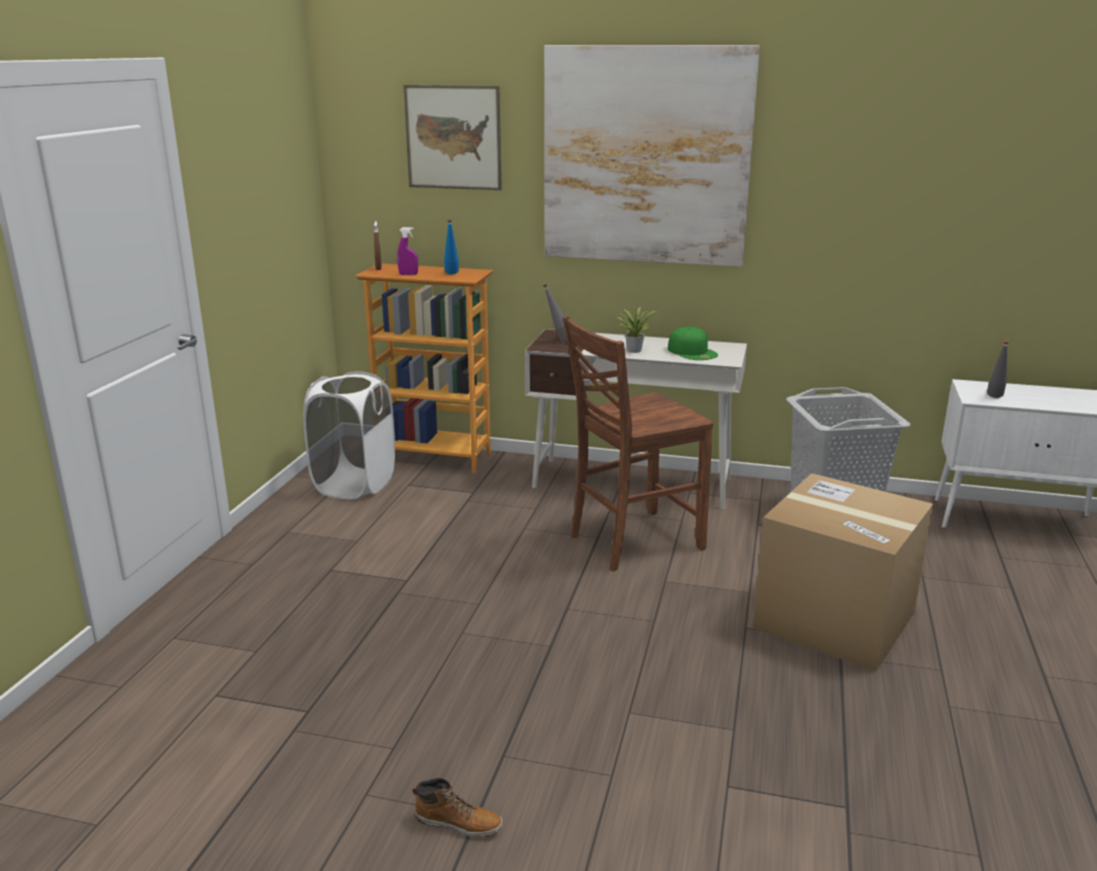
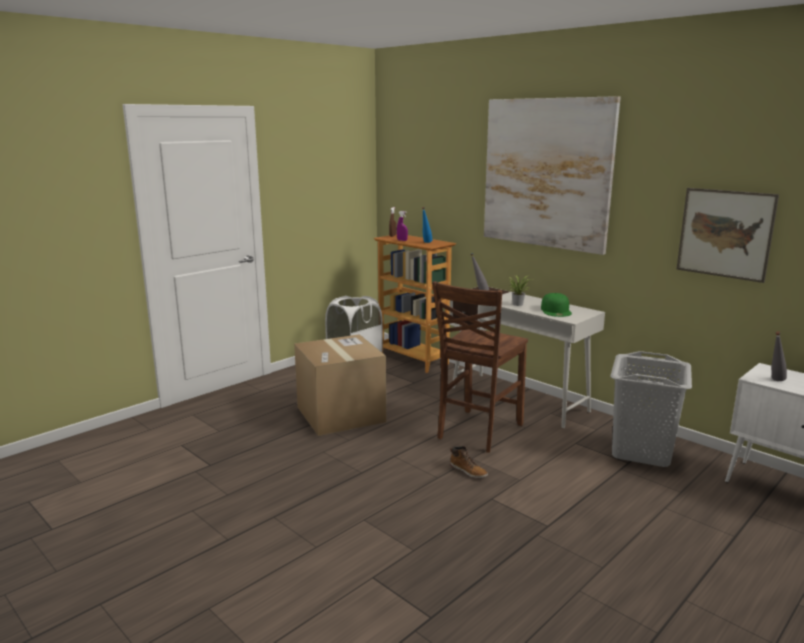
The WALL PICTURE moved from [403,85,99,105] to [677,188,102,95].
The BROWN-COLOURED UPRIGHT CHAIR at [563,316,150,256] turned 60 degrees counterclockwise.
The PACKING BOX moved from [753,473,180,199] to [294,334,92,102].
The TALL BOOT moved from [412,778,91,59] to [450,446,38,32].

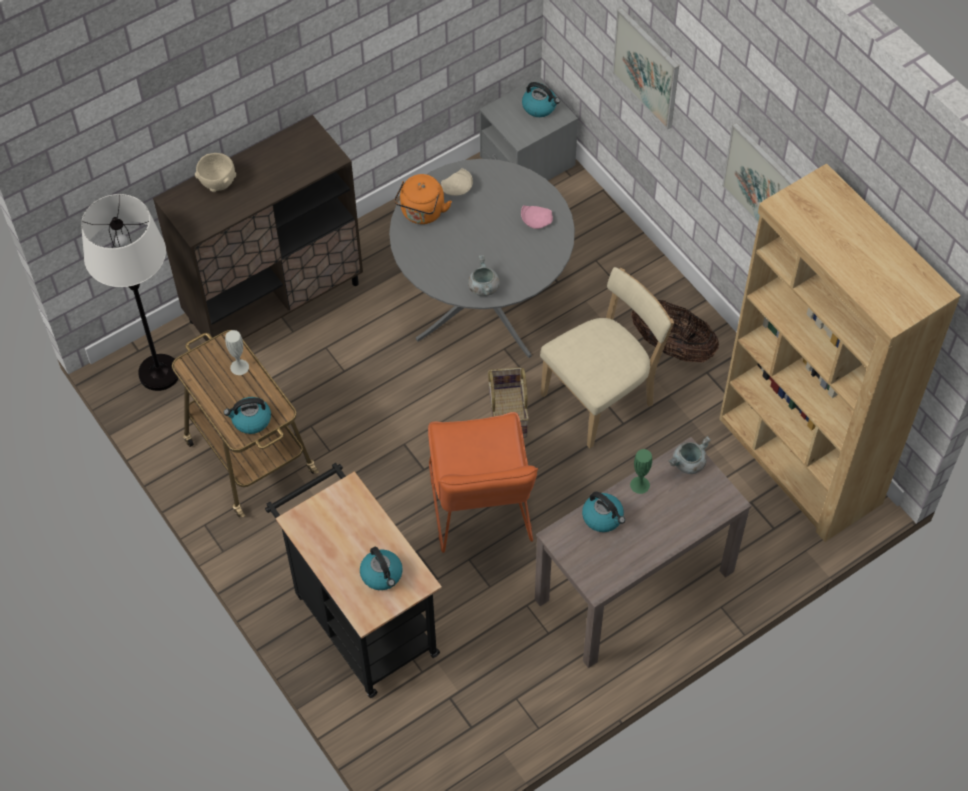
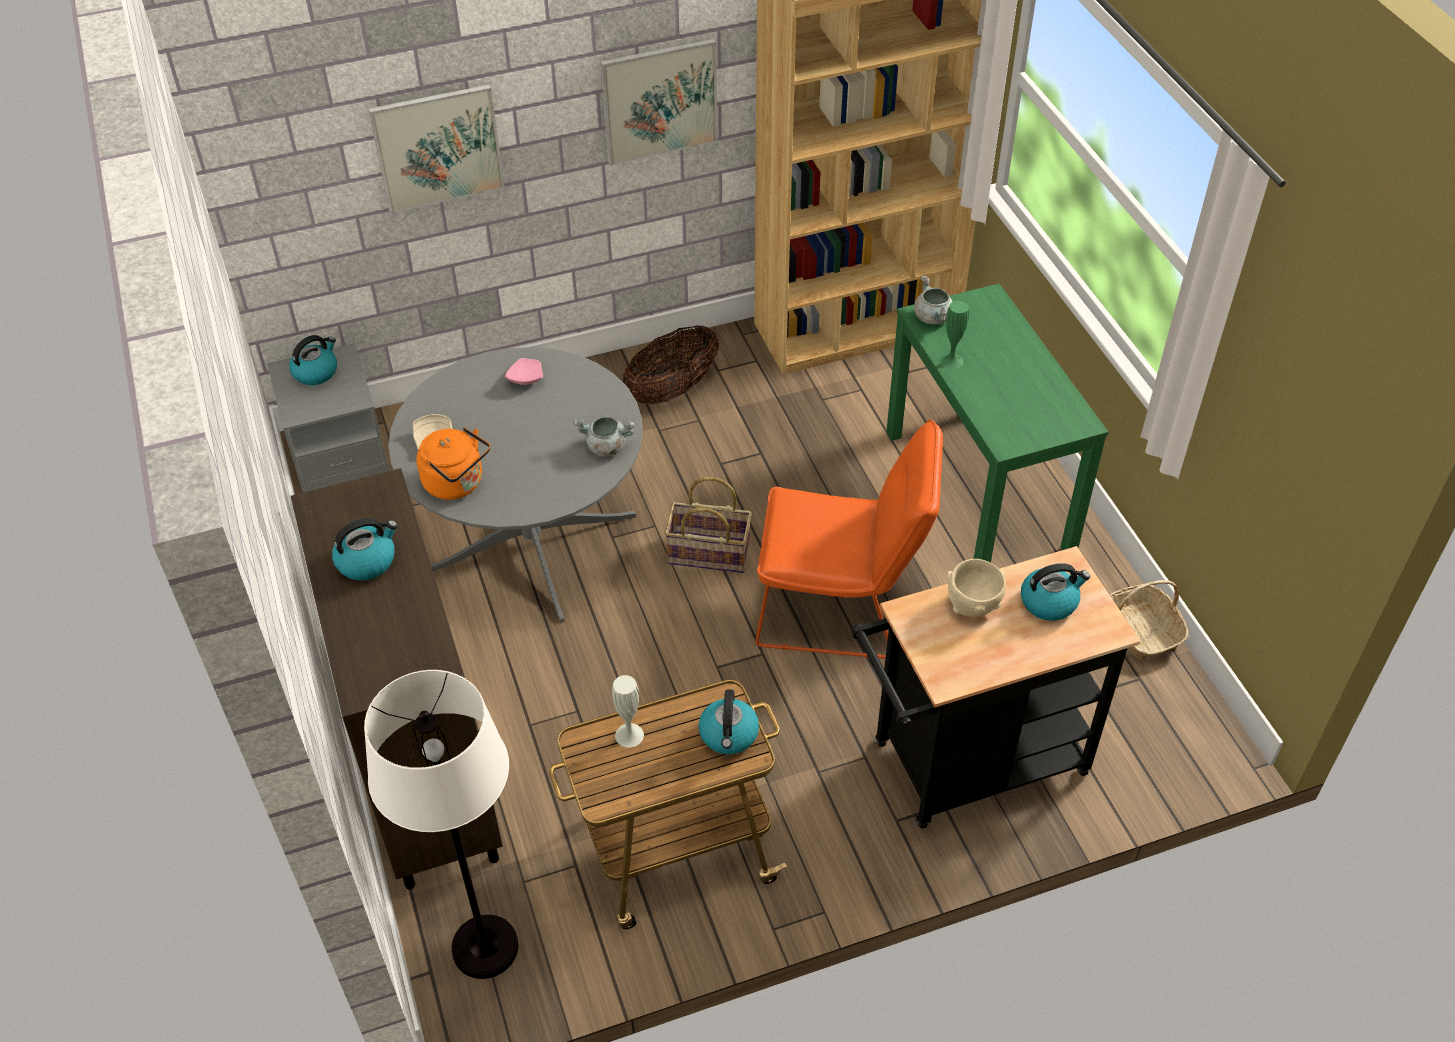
The BEIGE-COLOURED SERVING BOWL moved from [195,153,41,39] to [946,559,60,58].
The BEIGE-COLOURED UPRIGHT CHAIR at [540,267,134,181] disappeared.
The BROWN-COLOURED CONSOLE TABLE at [535,437,216,231] became the GREENISH CONSOLE TABLE at [886,284,222,279].
The TEA KETTLE moved from [582,492,43,40] to [332,518,66,63].
The STORAGE BASKET at [1110,580,79,80] appeared.

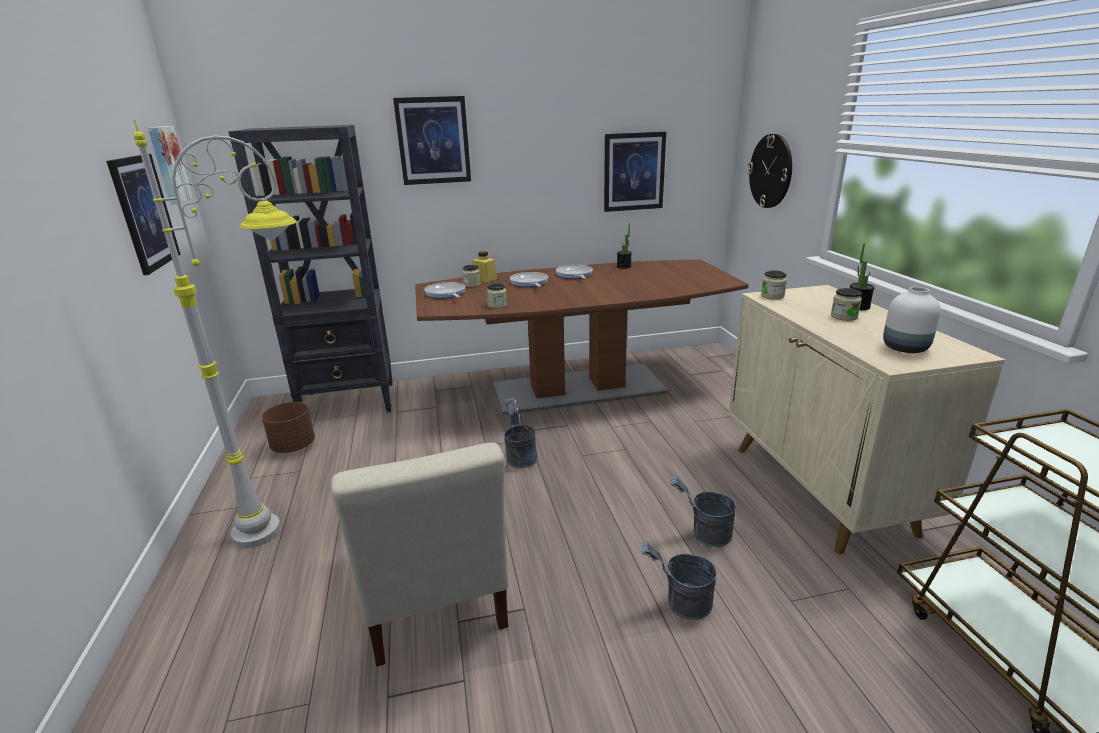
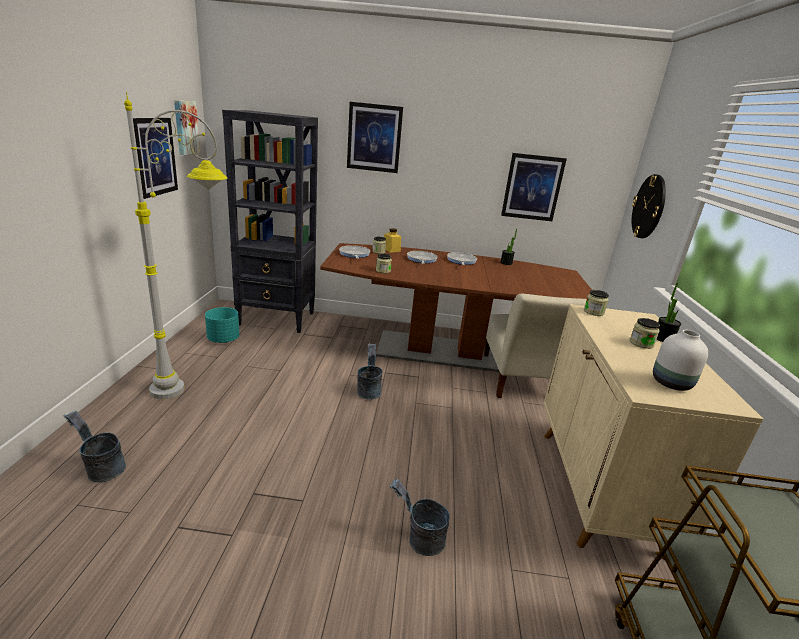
The BROWN-COLOURED PLANT POT at [262,402,53,51] became the BLUE-GREEN PLANT POT at [205,307,35,36].
The BEIGE-COLOURED UPRIGHT CHAIR moved from [331,443,177,223] to [484,294,103,104].
The GRAY PAIL moved from [671,476,65,71] to [63,411,63,71].

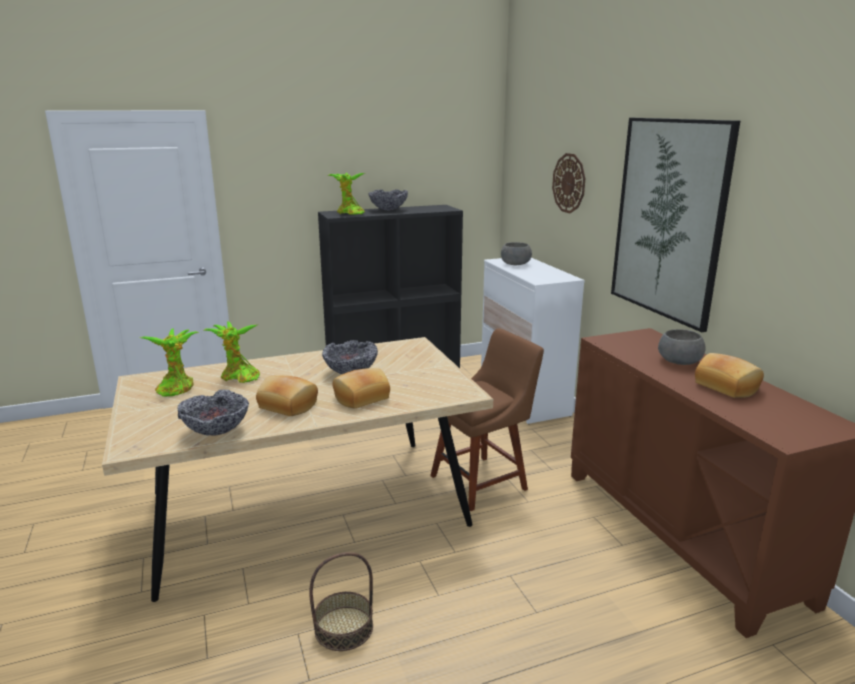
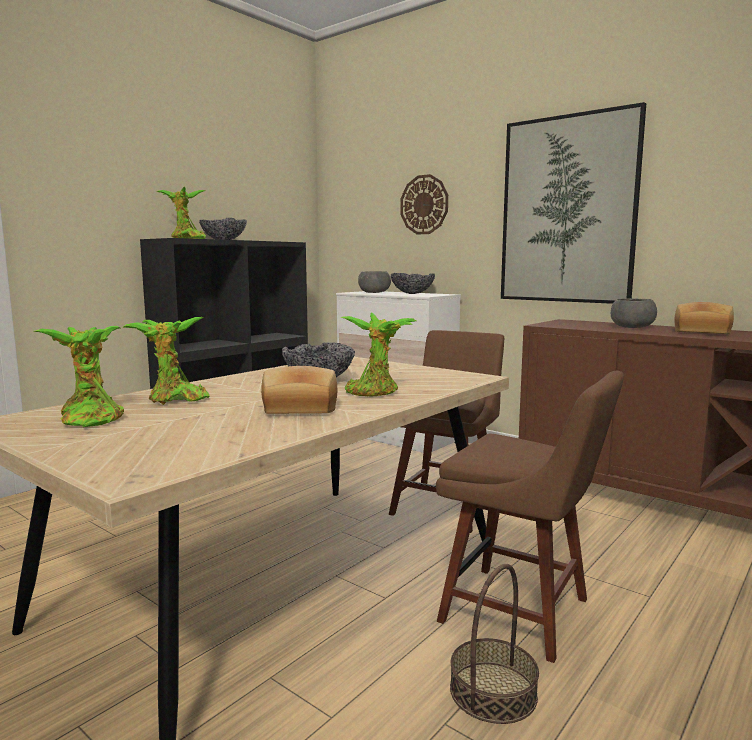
The BAKED BREAD at [333,368,57,40] was replaced by the HOUSEPLANT at [340,312,76,85].
The SERVING BOWL moved from [177,390,72,46] to [391,273,44,21].
The BROWN-COLOURED UPRIGHT CHAIR at [436,371,188,292] appeared.

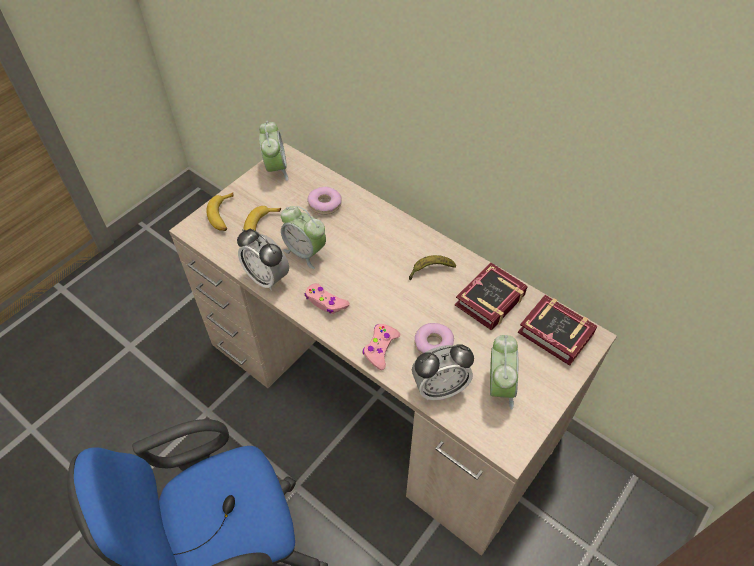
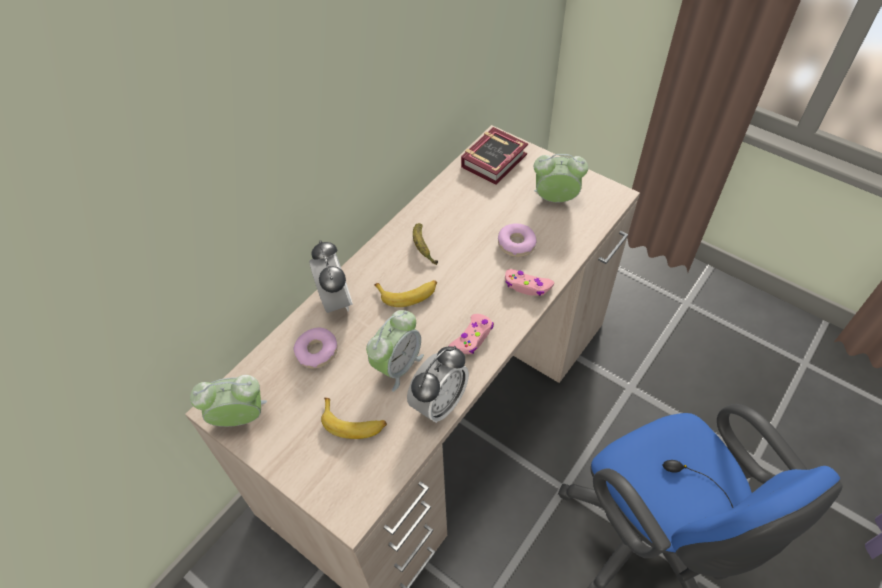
The BANANA moved from [206,192,28,39] to [374,280,63,27].
The BOUND BOOK at [455,263,73,68] disappeared.
The ALARM CLOCK moved from [412,344,62,56] to [309,240,44,73].

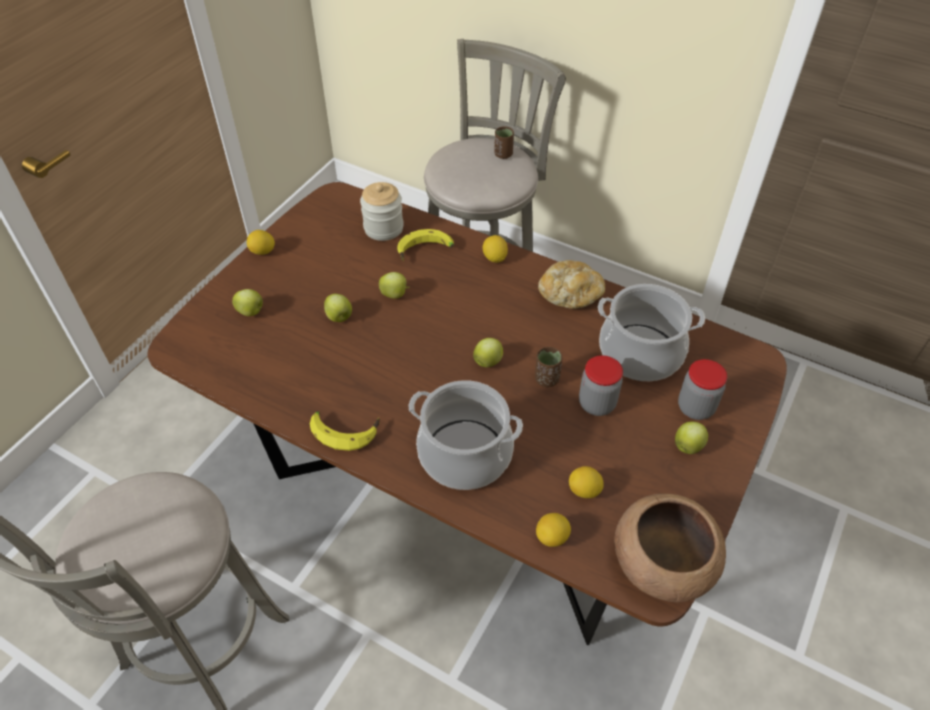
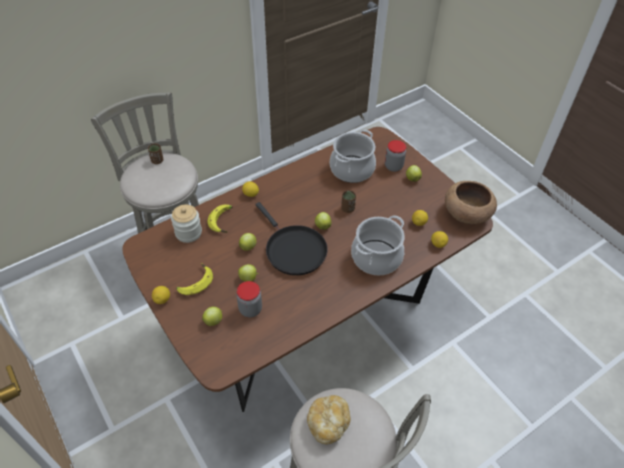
The BAKED BREAD moved from [538,260,67,49] to [307,395,44,49].
The STORAGE JAR moved from [579,355,44,61] to [237,281,25,36].
The BANANA moved from [310,411,70,40] to [176,263,37,32].
The BLACK-COLOURED PAN at [255,202,73,73] appeared.

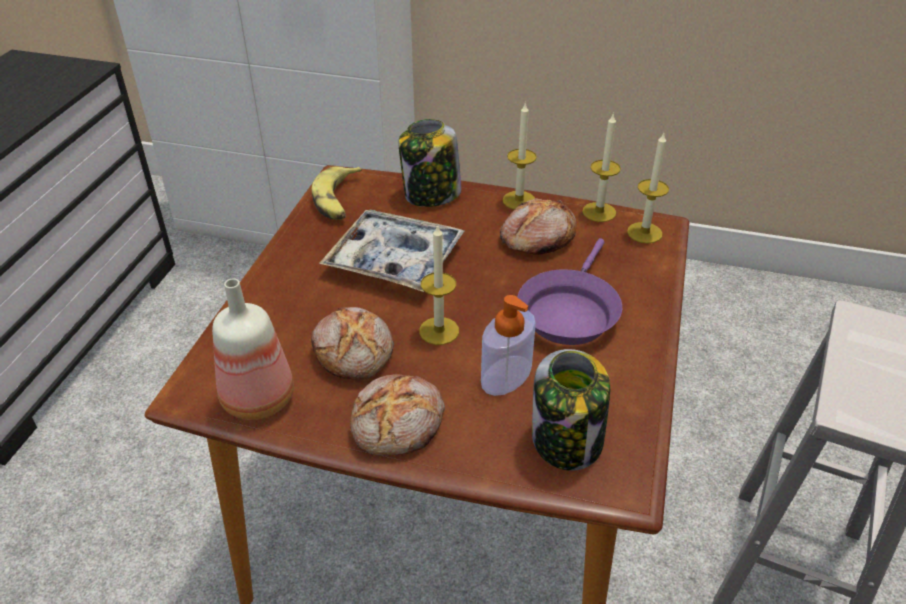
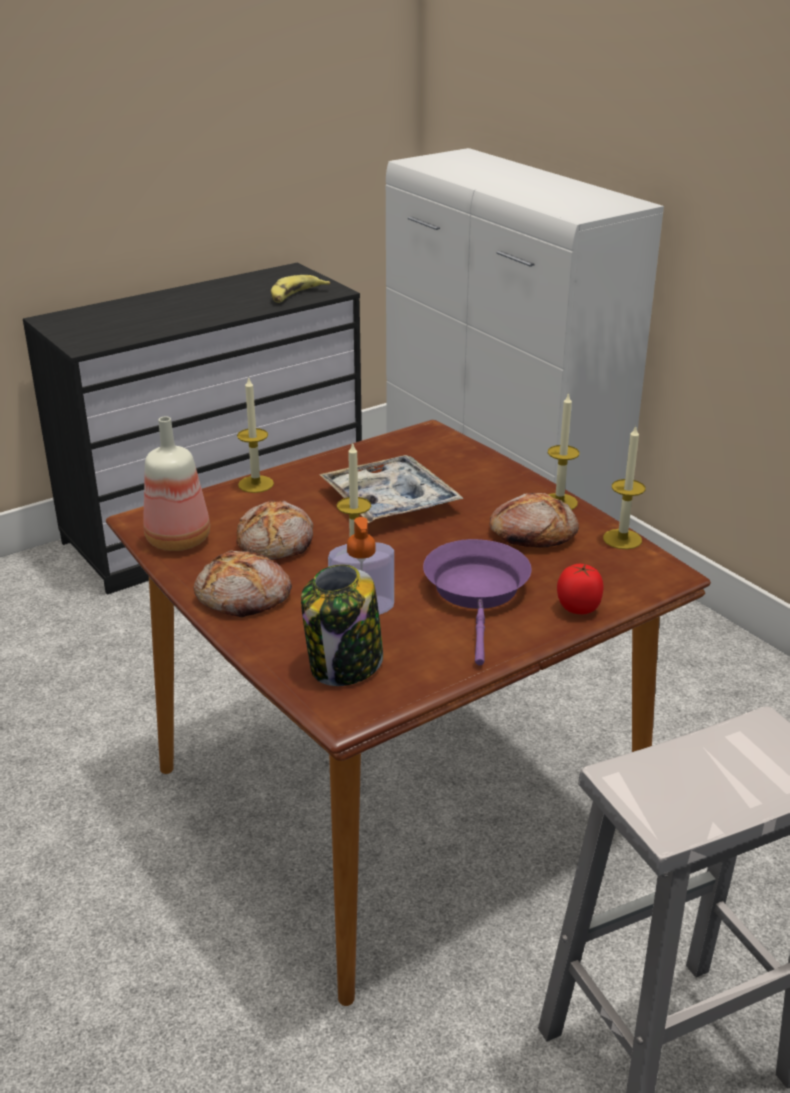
The STORAGE JAR at [398,119,63,88] disappeared.
The WAX CANDLE moved from [627,133,42,110] to [237,376,37,117].
The BANANA moved from [312,167,50,53] to [271,275,59,28].
The PURPLISH PAN at [517,238,105,107] turned 120 degrees clockwise.
The FRESH TOMATO at [557,564,47,50] appeared.

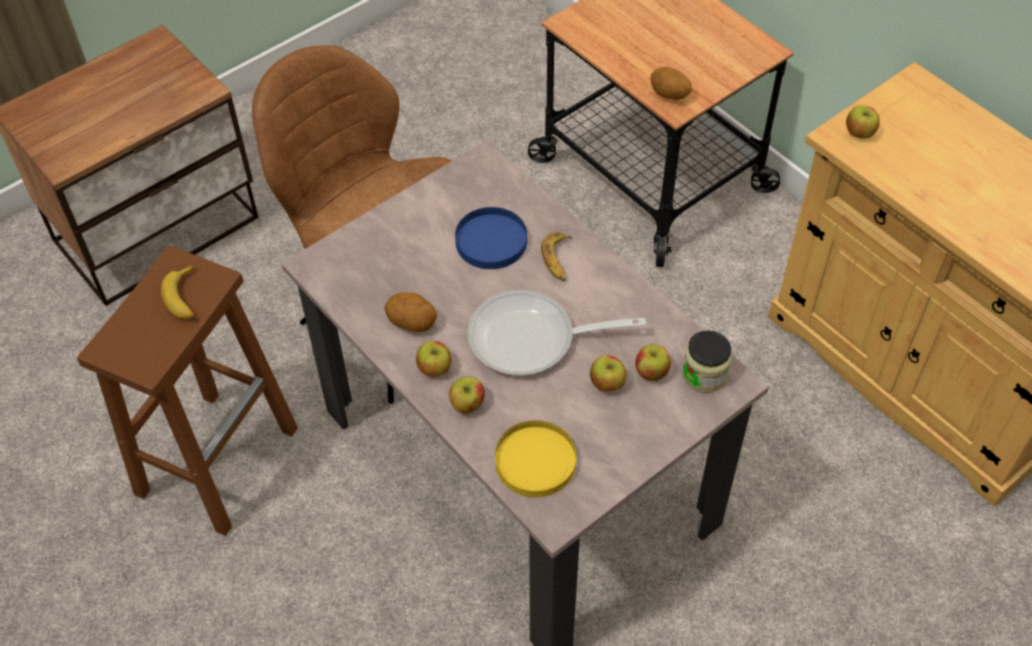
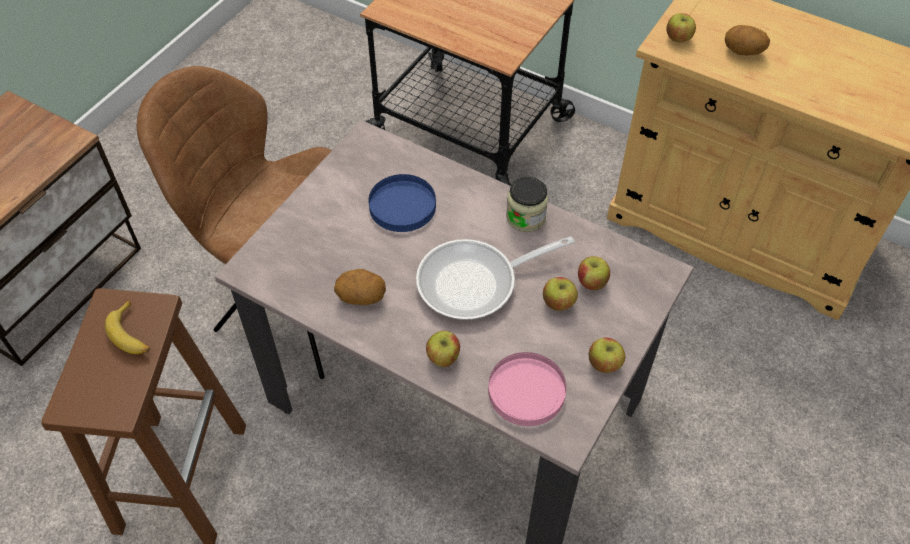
The POTATO moved from [651,67,41,33] to [725,25,45,30].
The BANANA at [541,232,31,49] disappeared.
The STORAGE JAR moved from [682,330,50,63] to [506,177,42,55].
The APPLE moved from [416,341,35,36] to [588,338,37,35].
The YELLOW-COLOURED DINNER PLATE at [495,420,82,77] became the PINKISH DINNER PLATE at [488,352,79,74].

